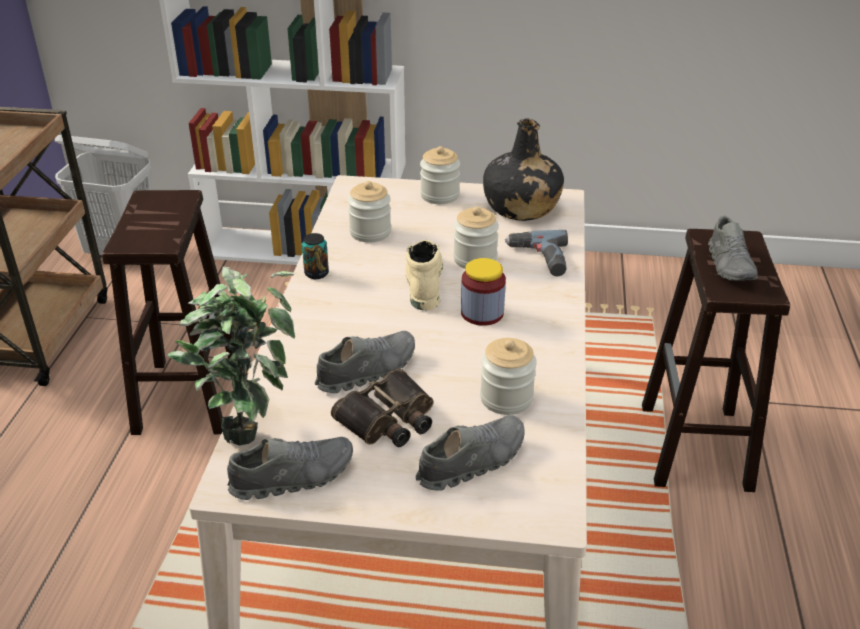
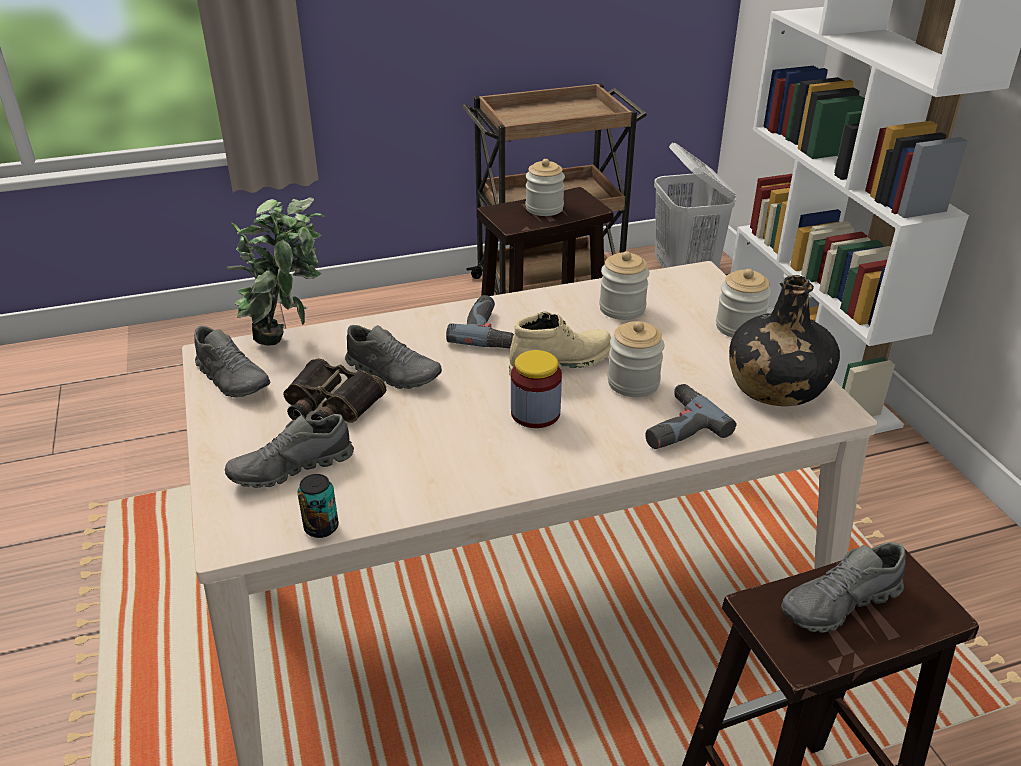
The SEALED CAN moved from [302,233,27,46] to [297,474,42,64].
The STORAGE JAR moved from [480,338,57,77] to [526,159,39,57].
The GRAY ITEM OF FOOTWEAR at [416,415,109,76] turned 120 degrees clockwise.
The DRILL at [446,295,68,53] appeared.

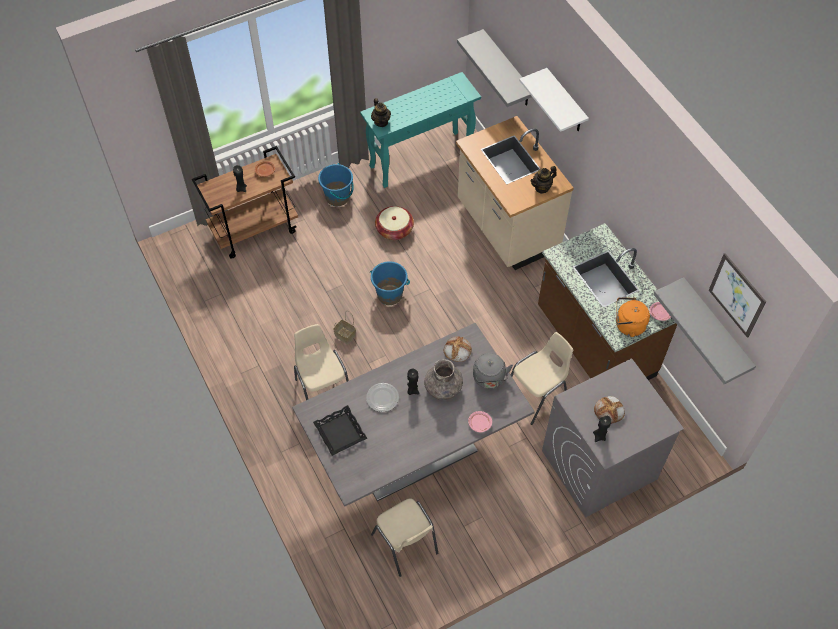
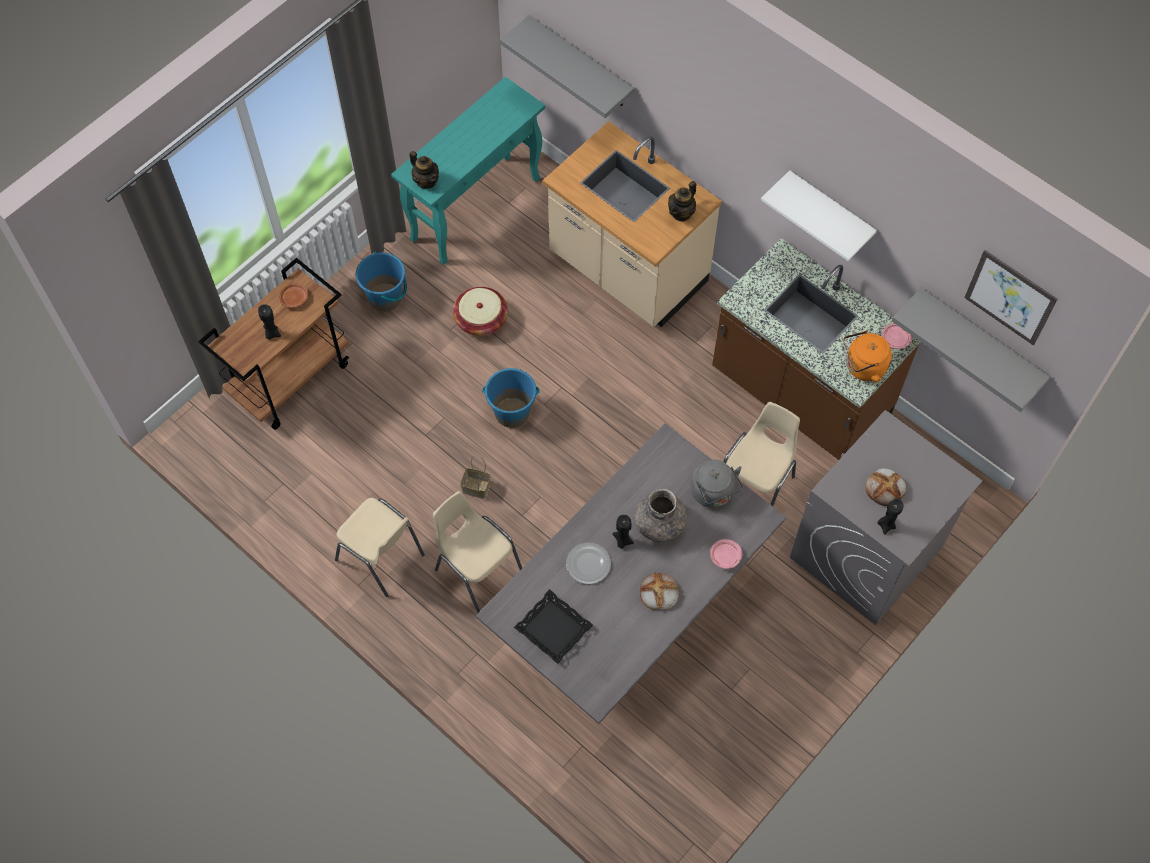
The WHITE WALL SHELF moved from [519,68,70,64] to [761,170,116,91].
The BAKED BREAD moved from [444,336,28,26] to [640,572,39,38].
The BEIGE-COLOURED UPRIGHT CHAIR moved from [371,498,67,79] to [335,498,90,99].

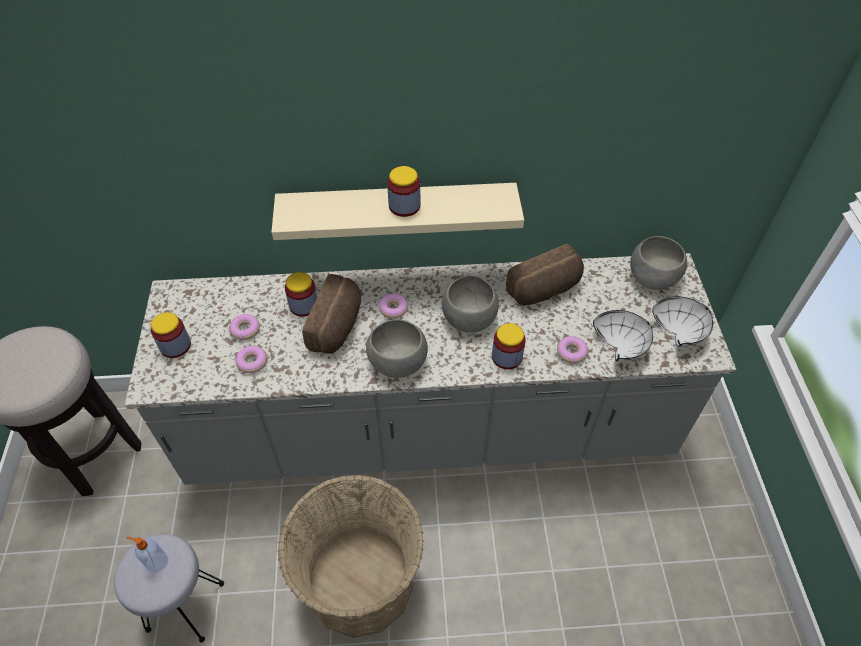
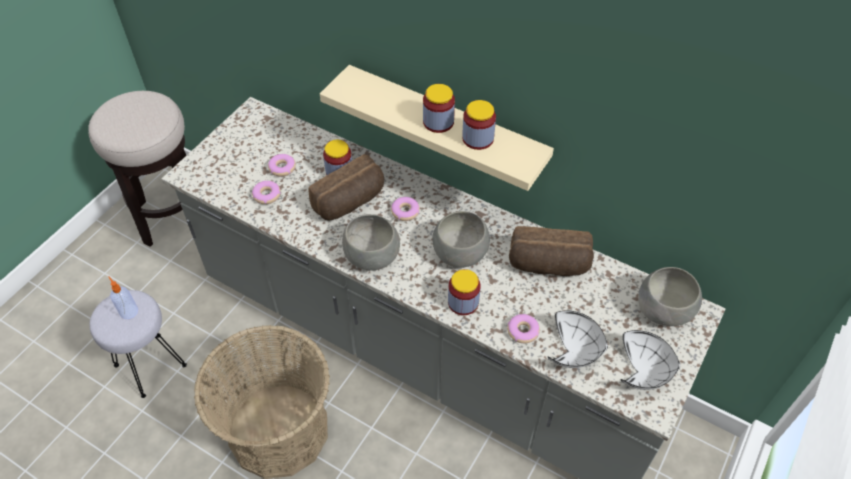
The STORAGE JAR moved from [151,312,40,46] to [462,100,34,50].

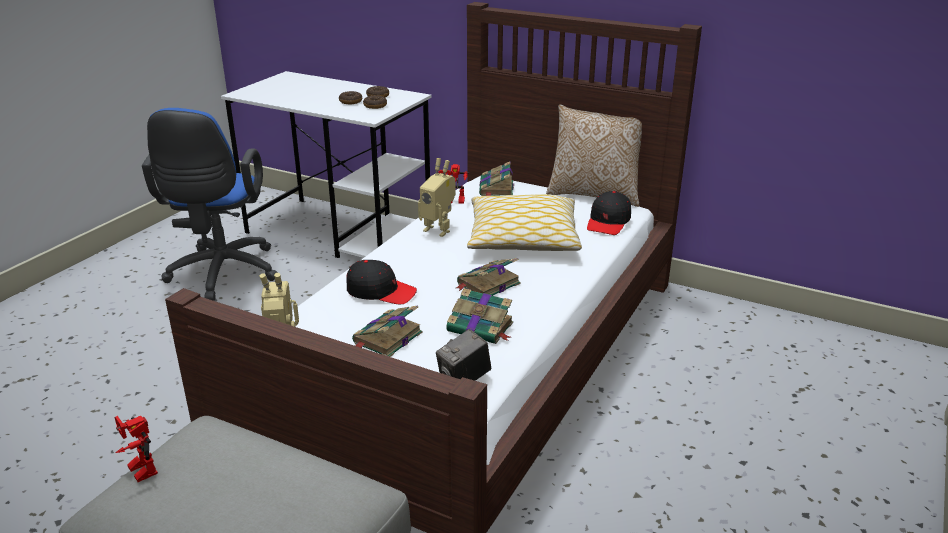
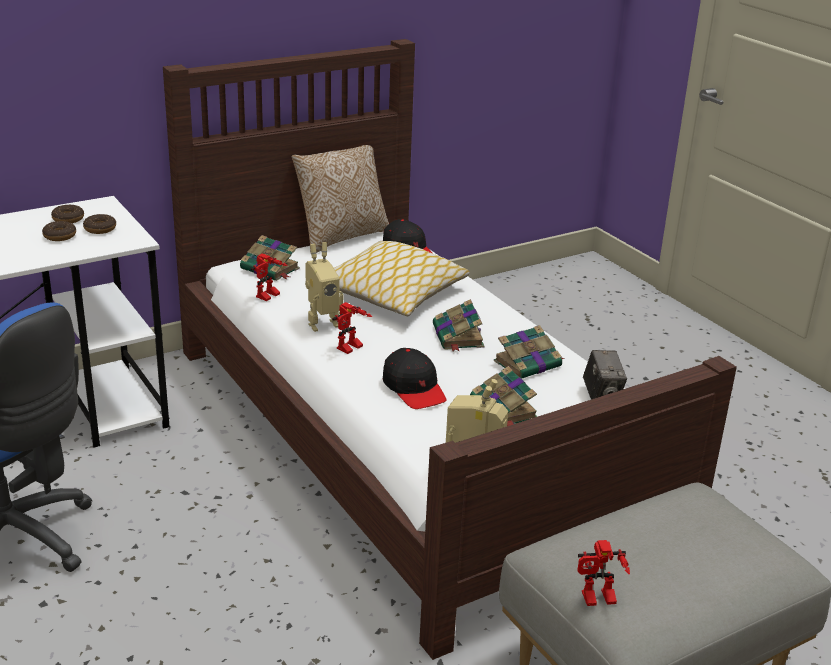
The BLACK-COLOURED PEAKED CAP at [346,260,71,44] turned 105 degrees clockwise.
The ROBOT FIGURE at [332,302,40,52] appeared.

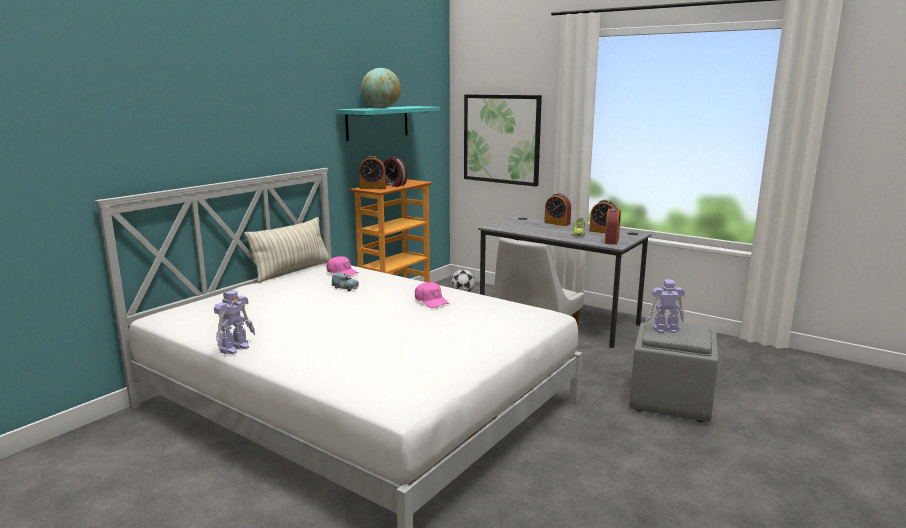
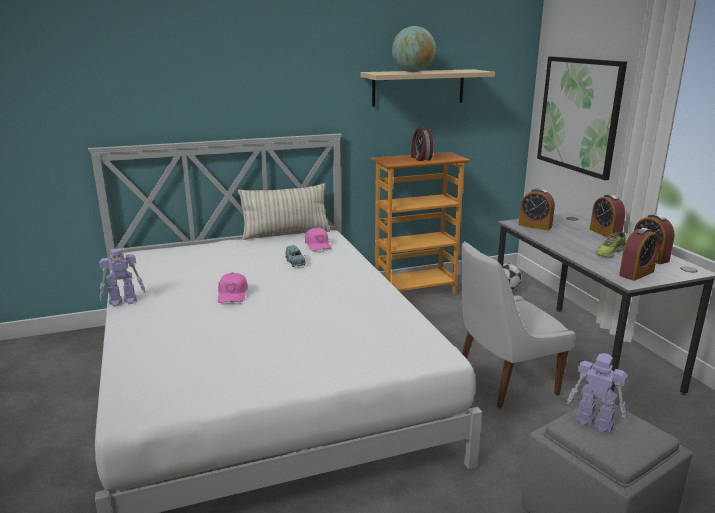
The BLUE-GREEN WALL SHELF at [336,106,104,35] became the BEIGE-COLOURED WALL SHELF at [361,69,134,38].
The ALARM CLOCK moved from [359,156,27,33] to [519,188,36,42].
The PINKISH PEAKED CAP moved from [415,282,34,26] to [218,273,30,30].

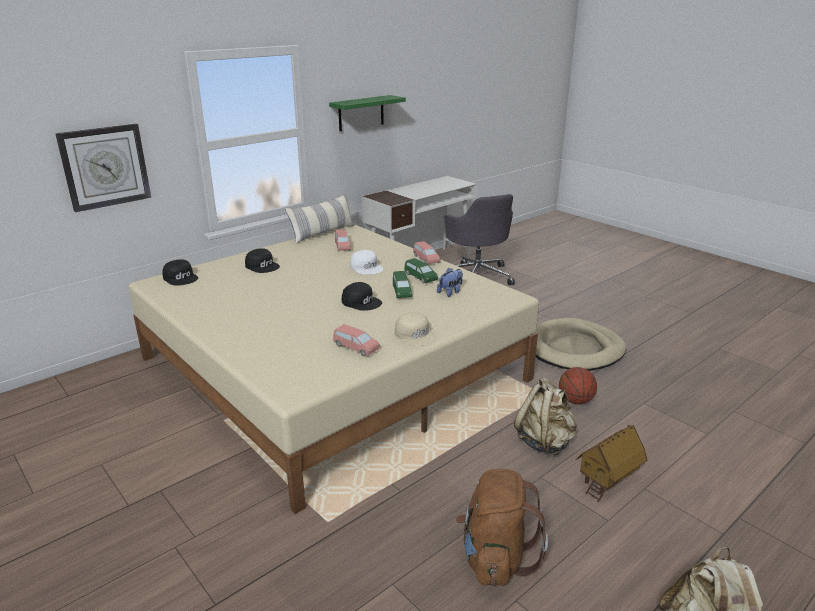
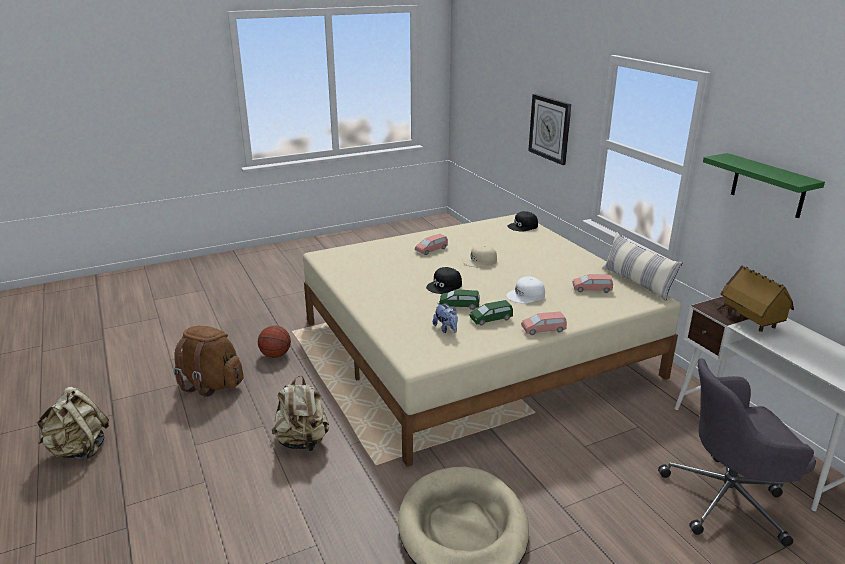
The BLACK-COLOURED PEAKED CAP at [245,248,35,25] disappeared.
The BEIGE-COLOURED PEAKED CAP moved from [395,312,41,34] to [462,244,35,23].
The PINKISH MODEL CAR moved from [333,324,47,32] to [415,234,33,21].
The BASKETBALL moved from [559,367,38,37] to [258,326,33,32].
The MINIATURE HOUSE moved from [575,425,72,77] to [717,266,77,66].

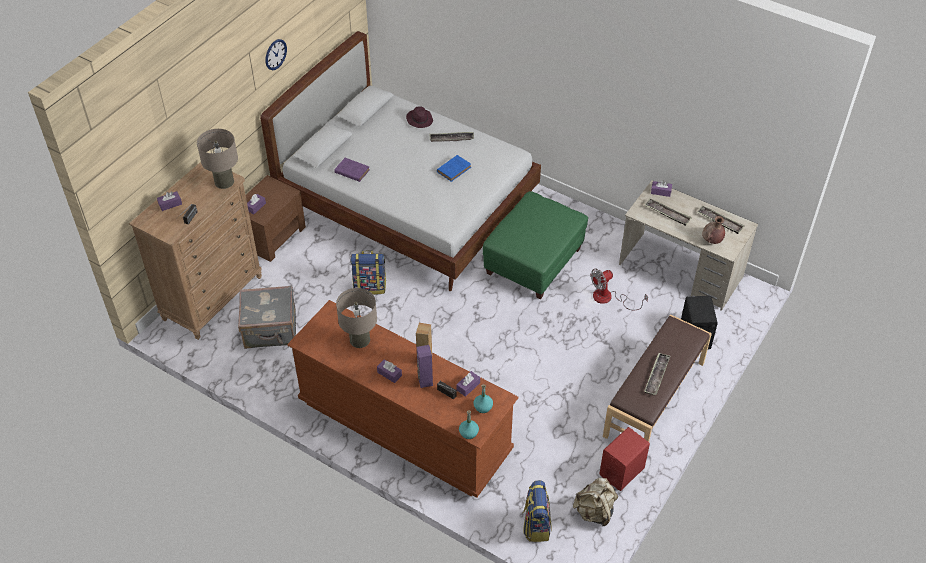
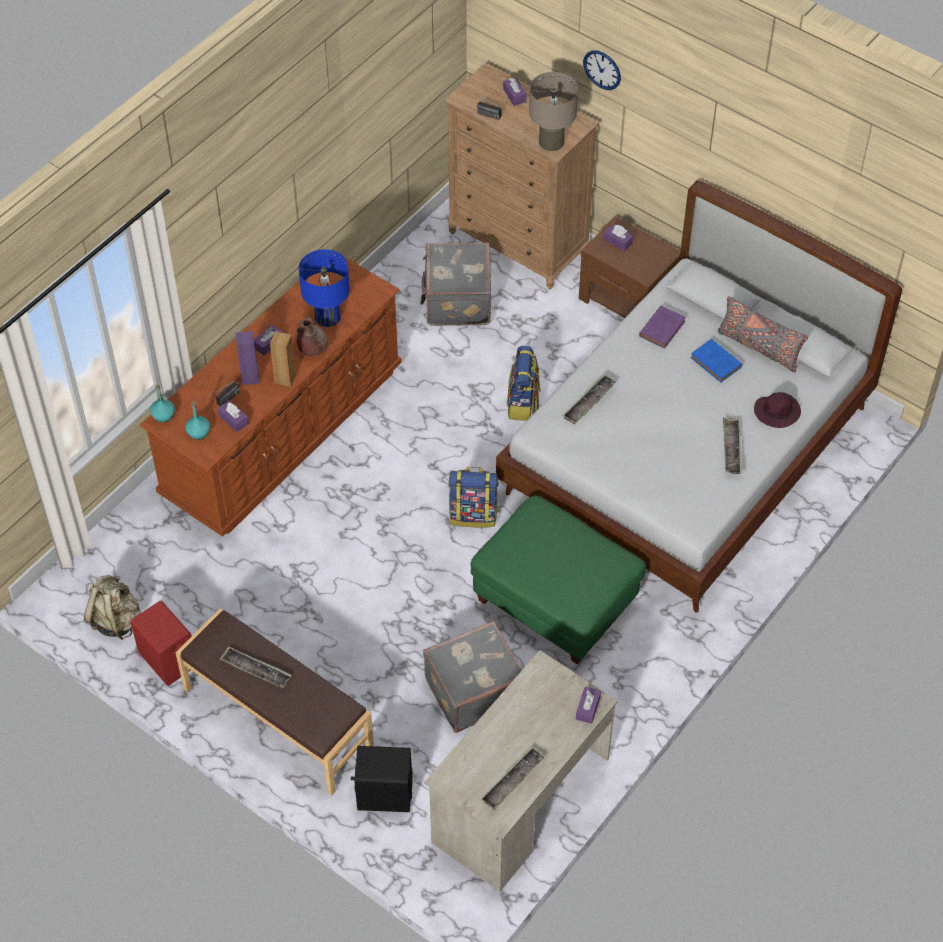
The WALL CLOCK moved from [265,39,22,31] to [583,50,38,40].
The BLUE BOUND BOOK moved from [437,155,34,27] to [691,339,51,44].
The SERVING TRAY moved from [645,199,47,27] to [562,374,55,50].
The BROWN-COLOURED VASE moved from [702,216,23,28] to [297,317,31,39].
The COOLING FAN at [591,269,57,41] was replaced by the GRAY TRAVEL CASE at [423,621,99,112].
The BEIGE-COLOURED TABLETOP LAMP at [336,288,41,60] became the BLUE TABLETOP LAMP at [299,249,51,78].
The BACKPACK moved from [522,480,30,62] to [449,467,50,61].
The GRAY PILLOW at [718,296,90,77] appeared.

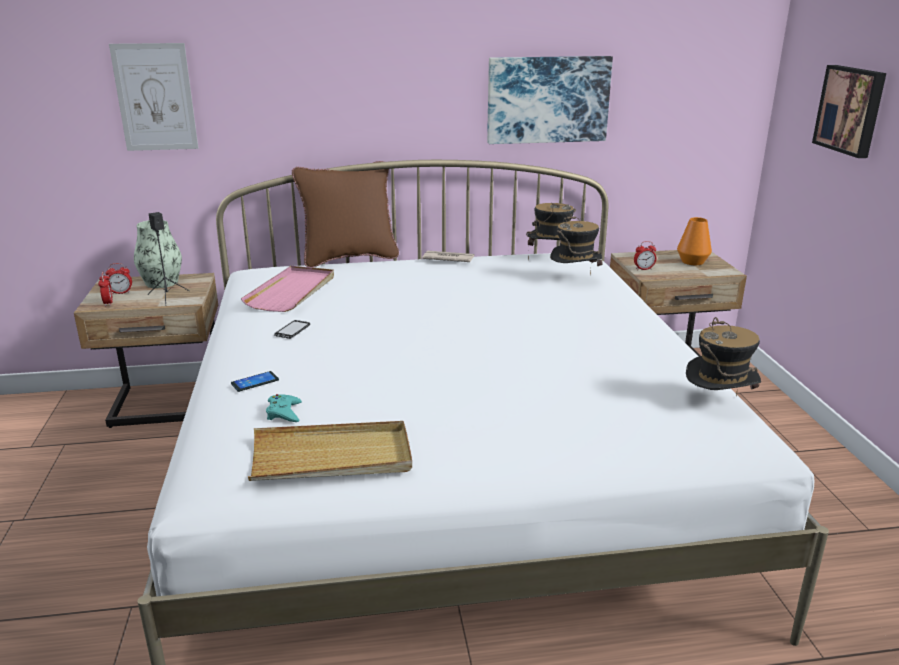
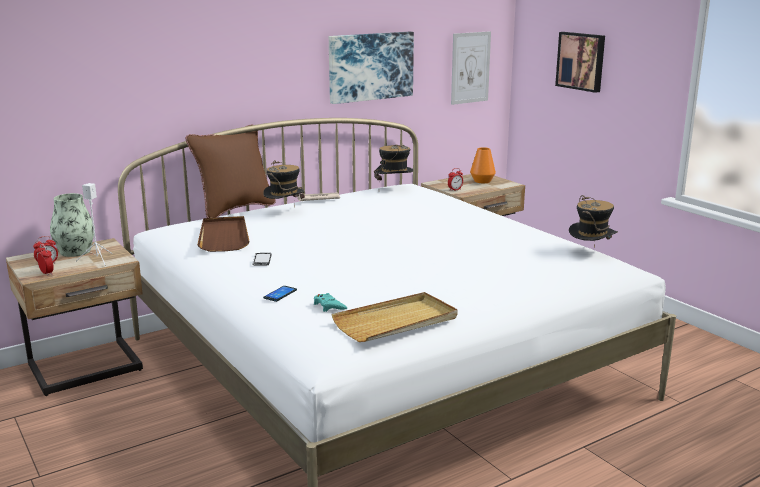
The WALL PICTURE moved from [109,43,89,108] to [451,31,40,74].
The BLACK-COLOURED SPEAKER at [148,212,42,94] became the WHITE SPEAKER at [75,183,37,84].
The WEARABLE HAT moved from [550,214,53,61] to [264,160,41,46].
The PINKISH SERVING TRAY at [241,266,93,46] became the BROWN-COLOURED SERVING TRAY at [197,216,53,36].

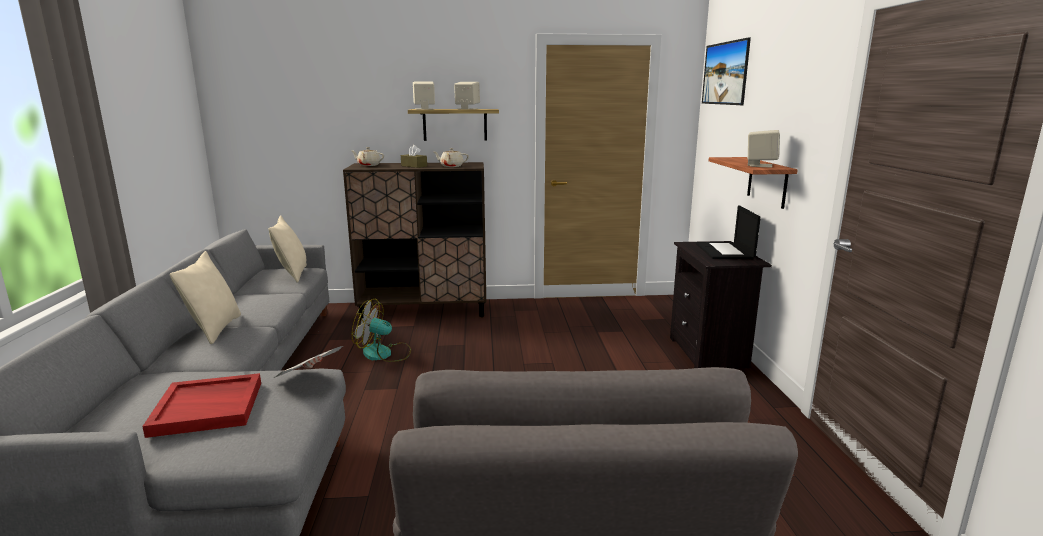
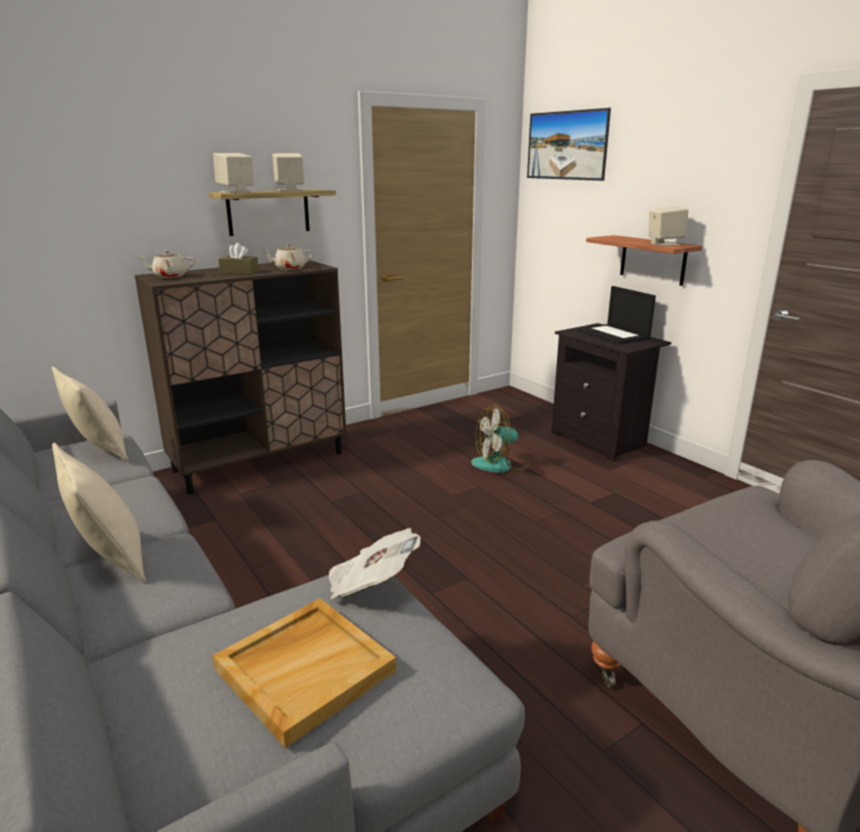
The COOLING FAN moved from [352,299,59,63] to [471,405,58,68].
The REDDISH SERVING TRAY at [142,373,119,65] became the BEIGE-COLOURED SERVING TRAY at [212,598,184,150].

